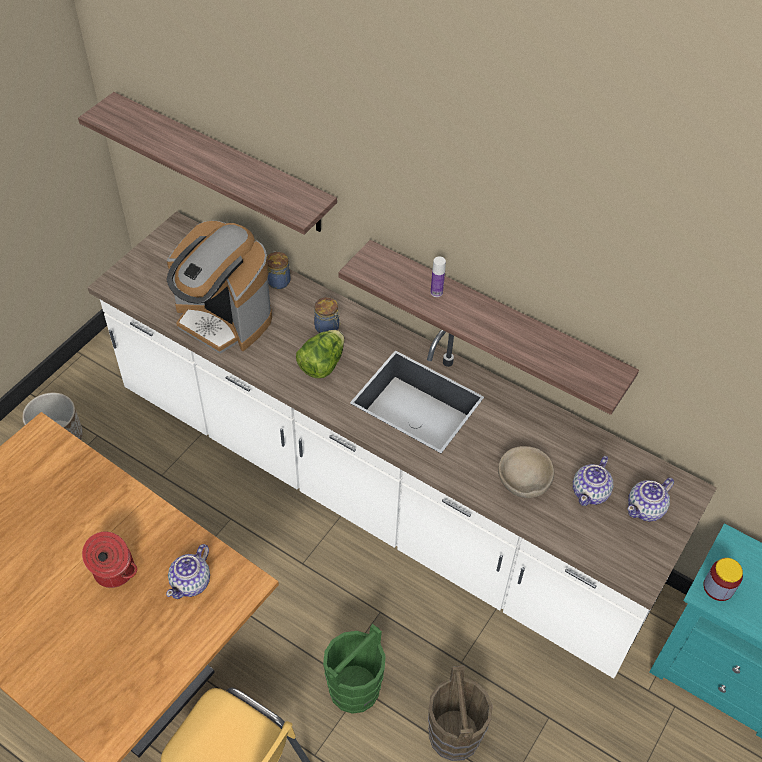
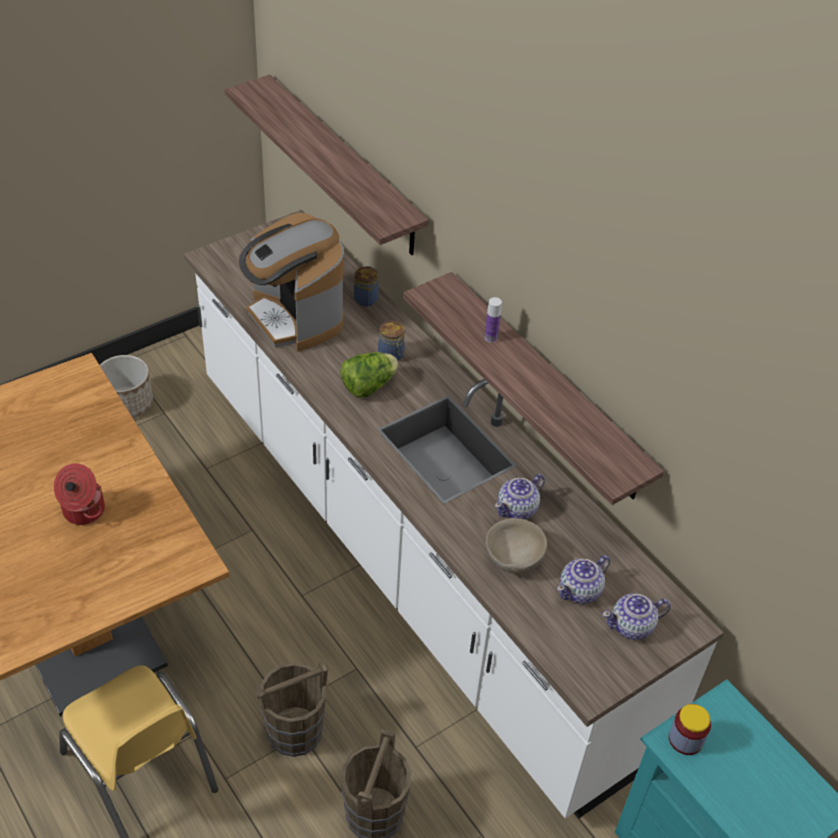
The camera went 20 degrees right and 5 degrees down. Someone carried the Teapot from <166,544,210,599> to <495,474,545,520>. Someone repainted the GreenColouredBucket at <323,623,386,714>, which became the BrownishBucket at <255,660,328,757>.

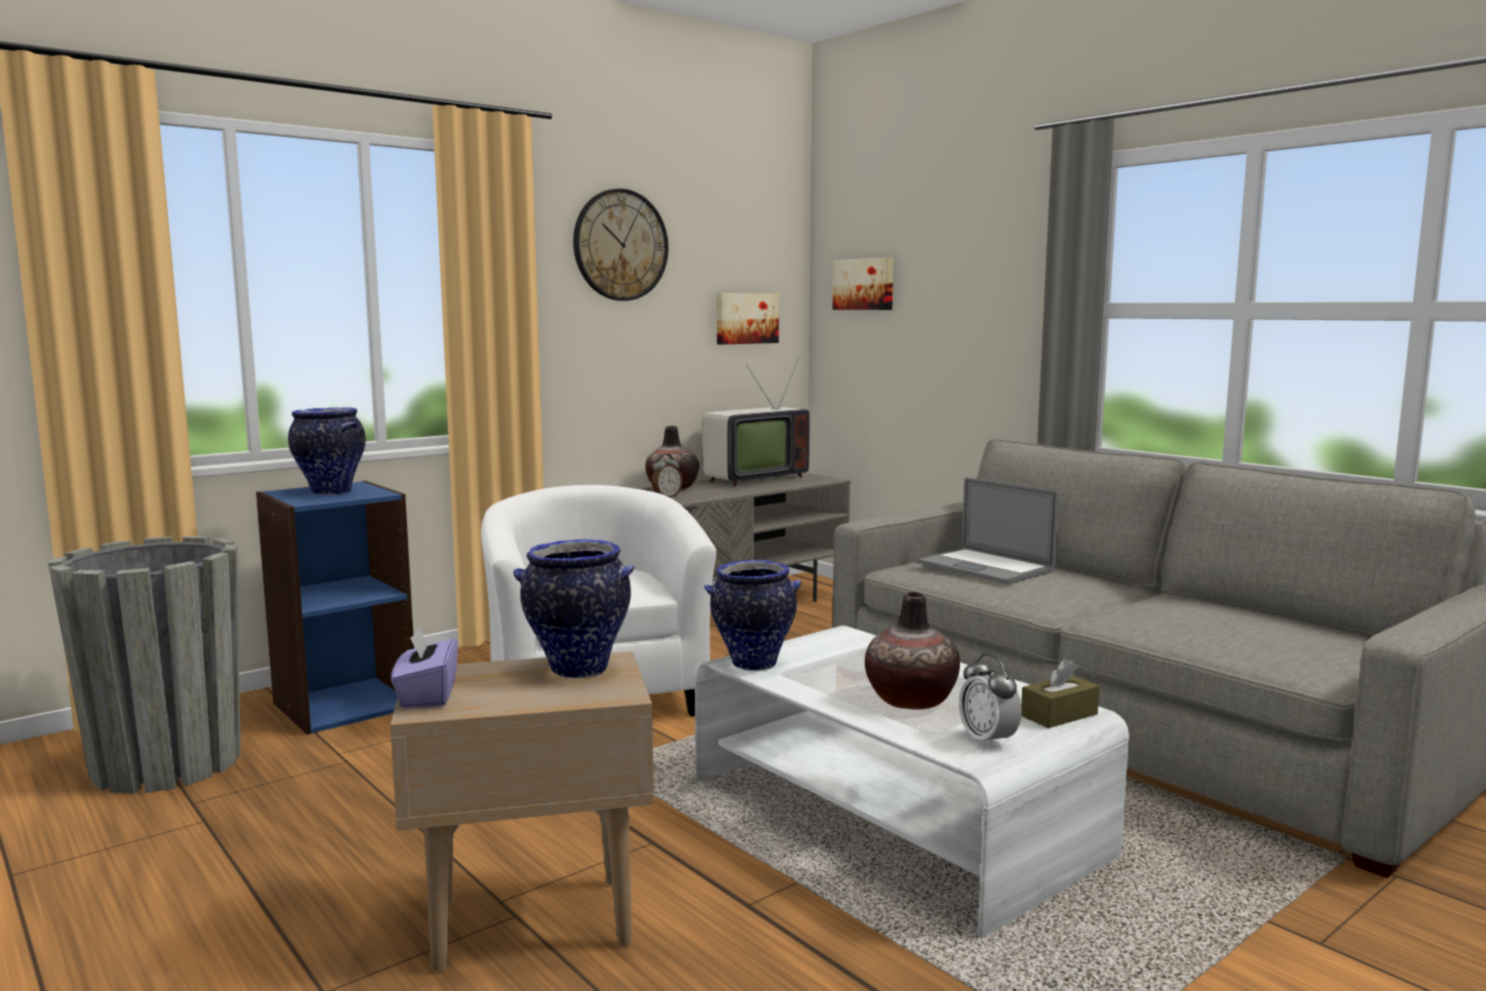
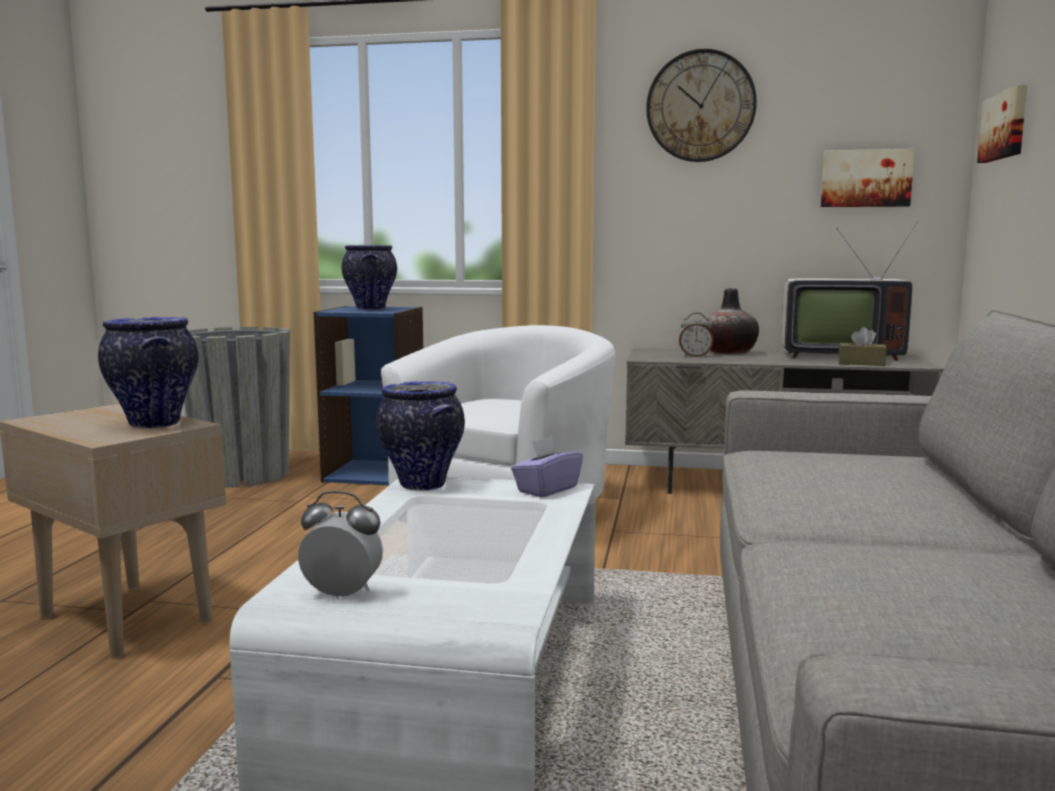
The camera went 50 degrees right and 0 degrees up. Someone carried the PurplishTissueHolder from <391,627,458,708> to <511,437,583,498>. Someone took away the FlowerVase at <865,592,960,710>. Someone took away the PortableComputer at <915,477,1059,584>. Someone rotated the TableClock at <959,653,1022,749> by 75 degrees clockwise. Someone carried the BrownishTissueHolder from <1021,658,1099,728> to <839,327,887,366>.

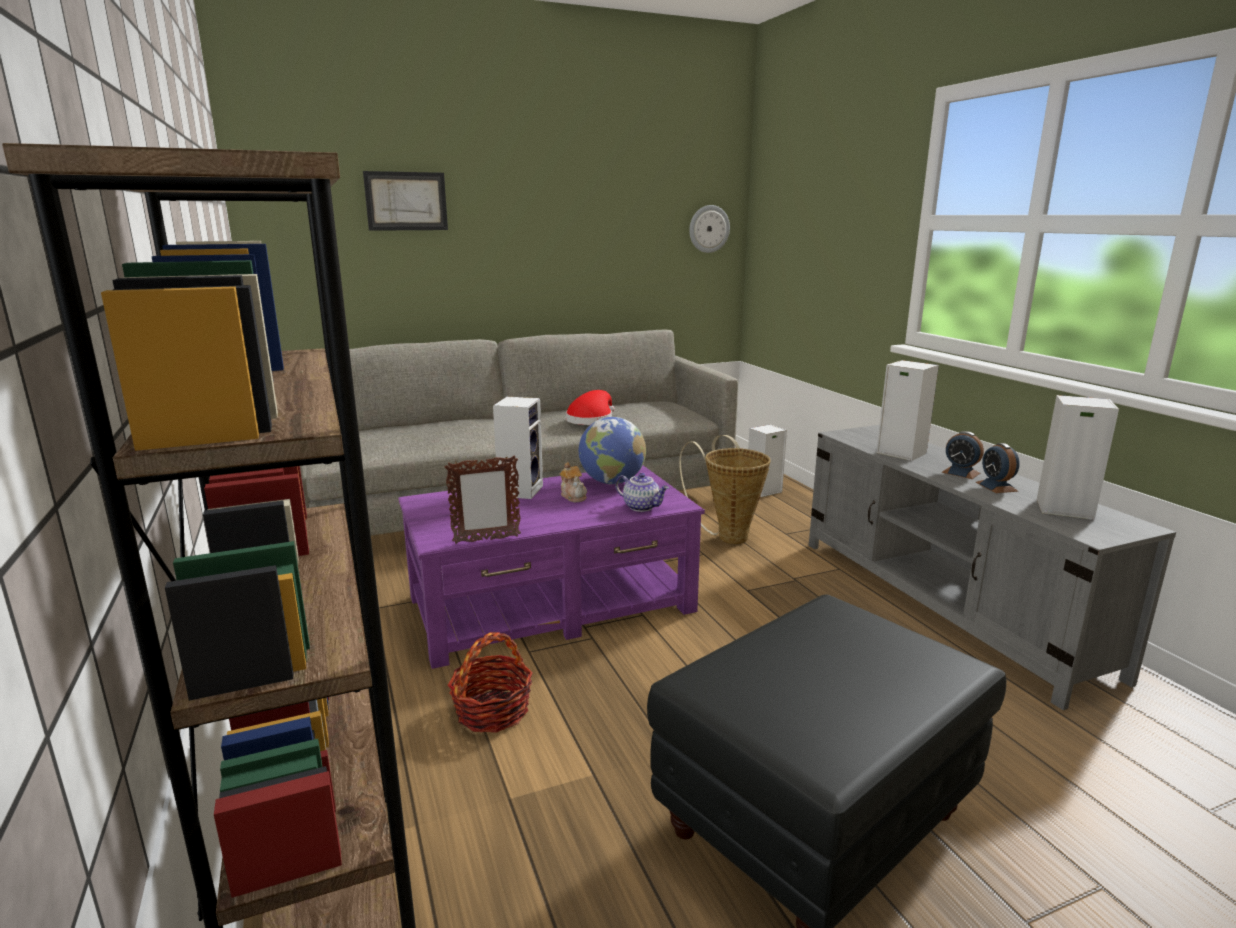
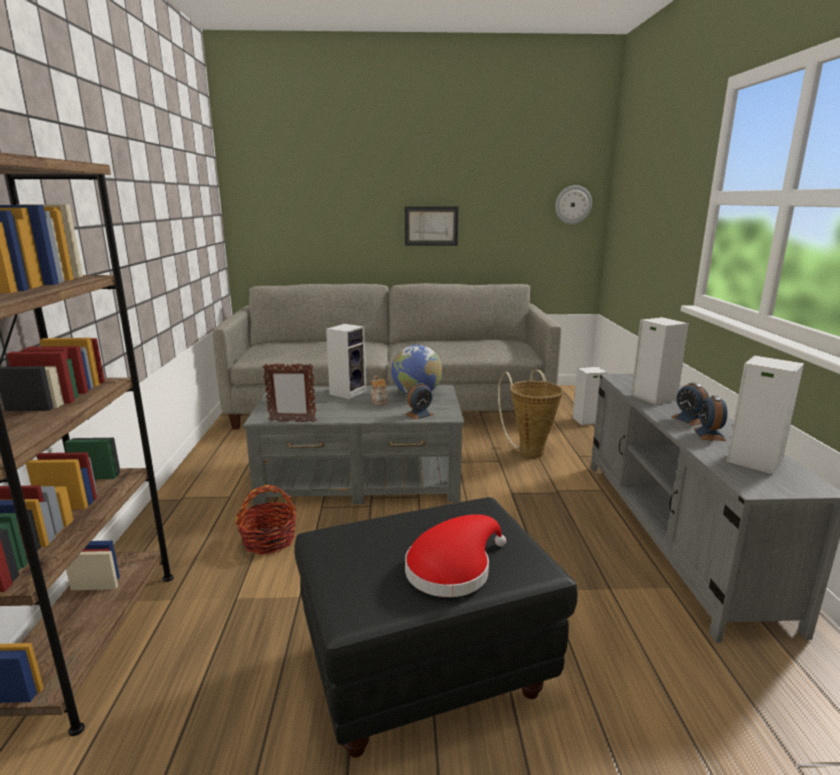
The camera went 20 degrees right and 0 degrees up. Someone carried the Picture from <363,171,448,231> to <405,206,458,246>. Someone repainted the PurplishLowTable at <398,466,705,669>, which became the GrayLowTable at <243,385,465,506>. Someone carried the RedClothingHat from <566,390,615,425> to <405,514,506,597>. Someone swapped the Teapot at <615,473,669,512> for the TableClock at <406,383,434,420>.

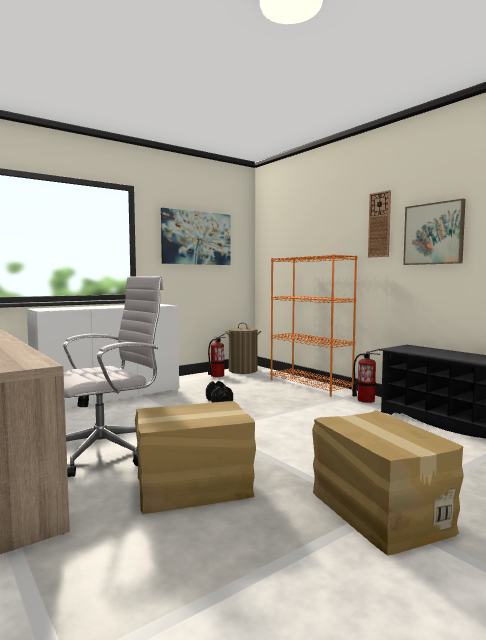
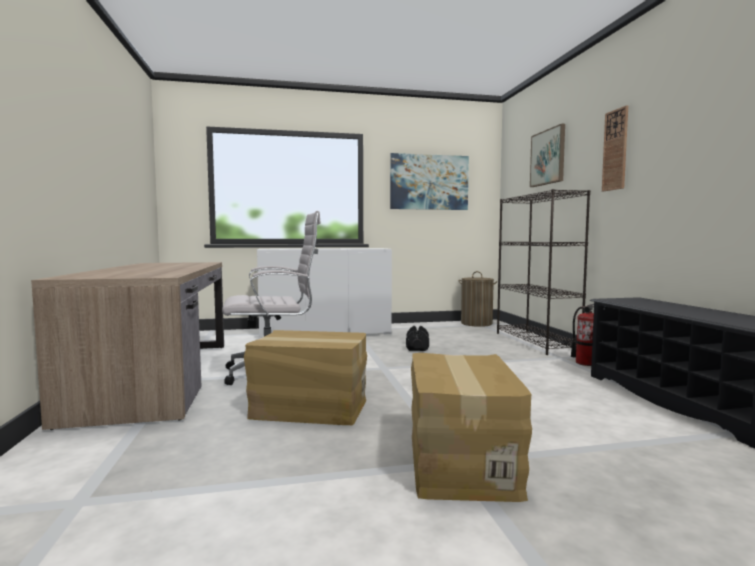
The camera went 25 degrees right and 0 degrees up. Someone took away the Extinguisher at <208,333,226,377>. Someone repainted the OrangeyShelvingUnit at <270,254,357,397>, which became the BlackColouredShelvingUnit at <497,189,590,355>. Someone carried the Picture from <403,199,466,265> to <530,124,565,187>.

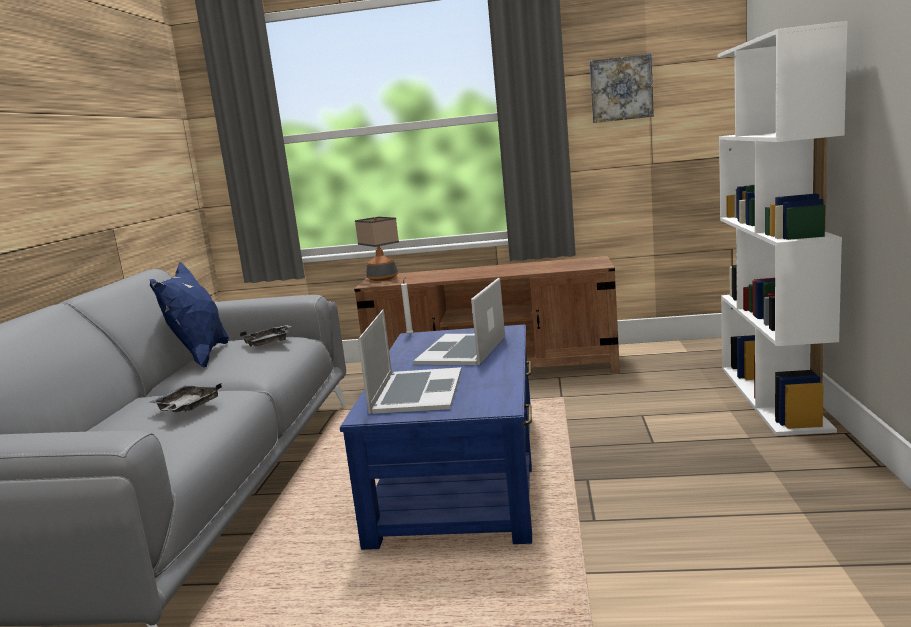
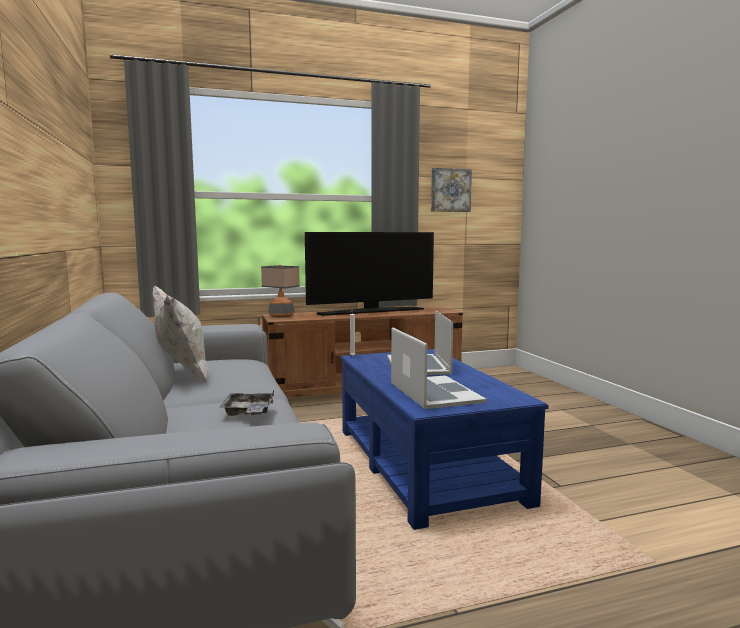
The camera went 25 degrees left and 5 degrees down. Someone repainted the BluishPillow at <150,262,229,368>, which became the WhitePillow at <153,286,208,382>. Someone took away the GrayCarryingTray at <240,325,291,346>. Someone took away the WhiteShelvingUnit at <718,21,848,436>. Someone put down the Tv at <305,232,434,316>.

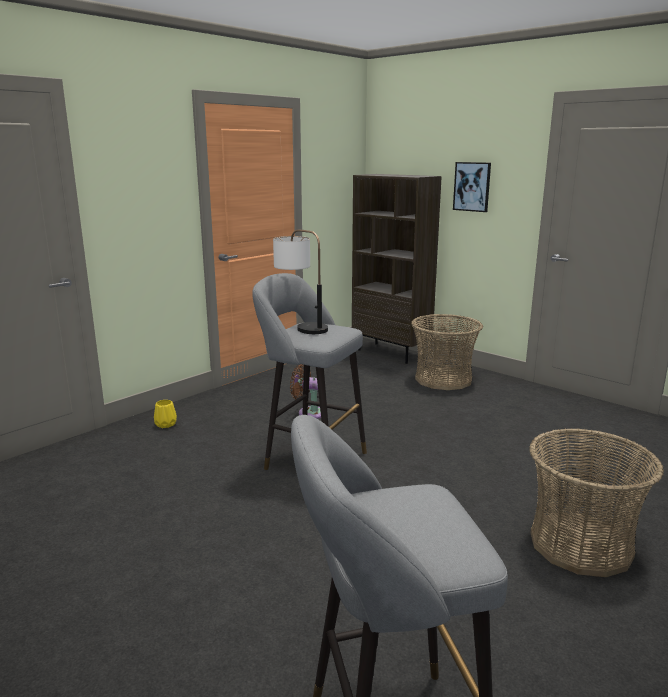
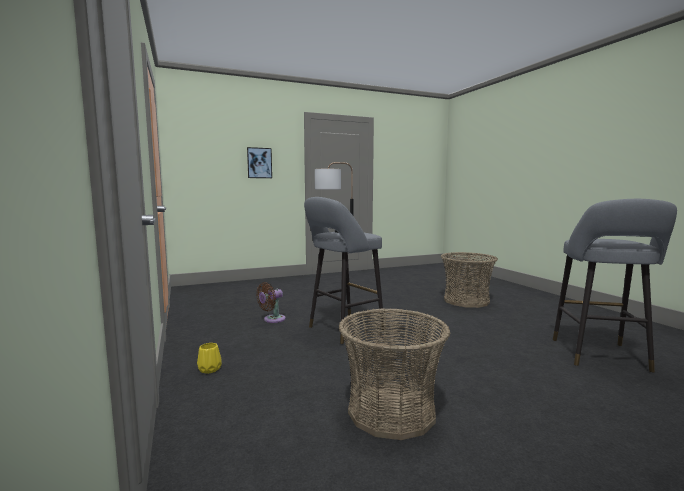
The camera went 65 degrees left and 10 degrees down. Someone took away the BrownishShelvingUnit at <352,174,442,364>. Someone carried the Basket from <411,314,483,390> to <339,308,450,440>.

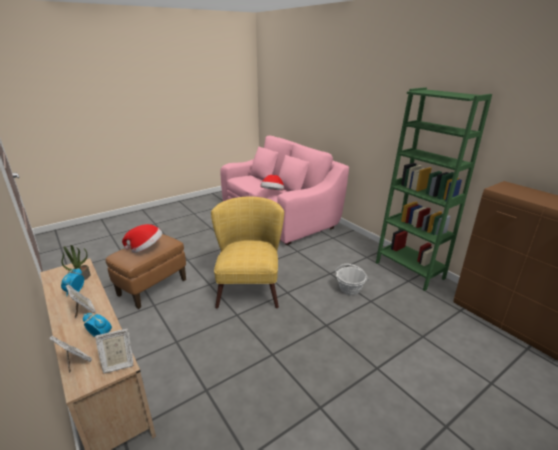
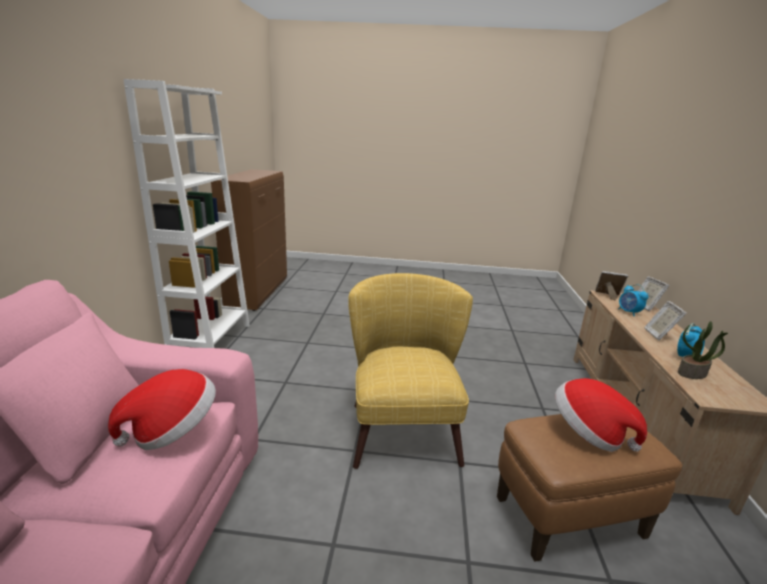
The camera went 140 degrees left and 5 degrees down. Someone rotated the YellowishEasyChair at <211,196,284,308> by 135 degrees clockwise. Someone took away the Basket at <335,264,369,295>. Someone repainted the GreenColouredShelvingUnit at <376,87,492,291>, which became the WhiteShelvingUnit at <123,79,250,348>.

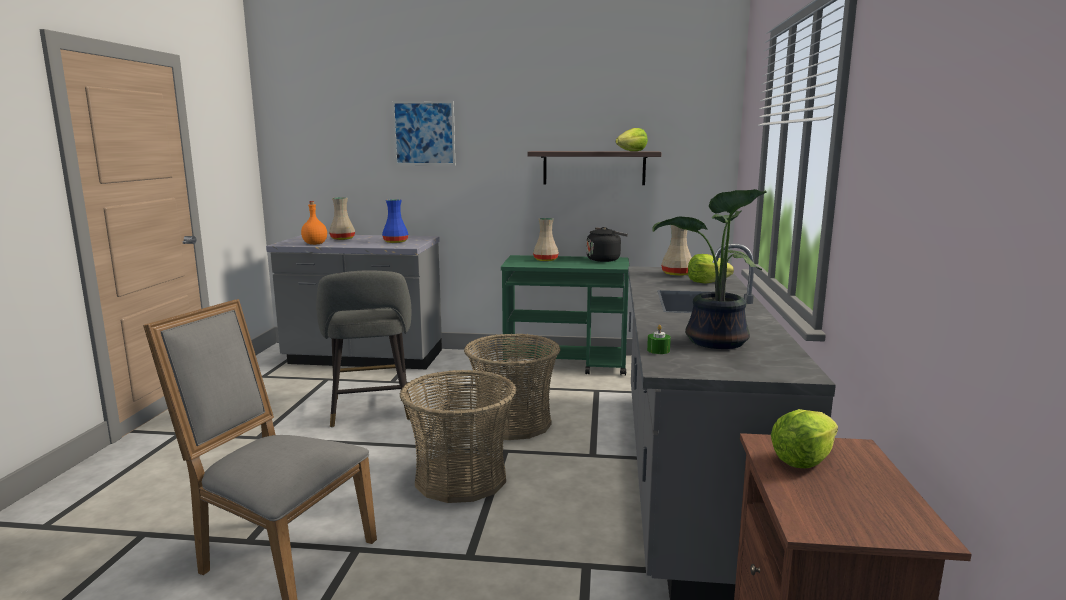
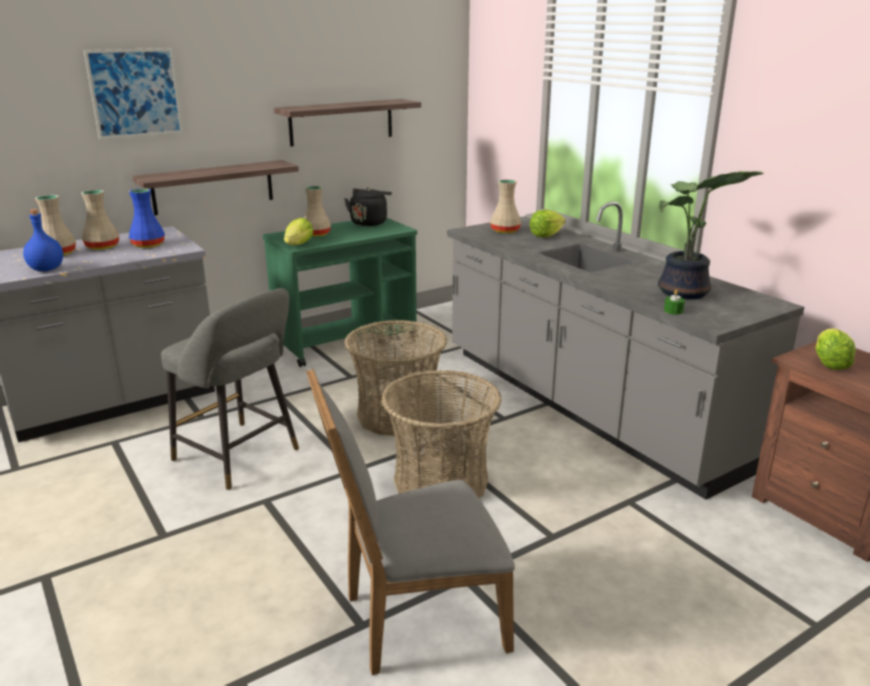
The camera went 40 degrees left and 10 degrees up. Someone repainted the OrangeyDrinkBottle at <301,201,327,245>, which became the BluishDrinkBottle at <23,209,63,271>. Someone carried the HeadOfLettuce from <616,128,648,151> to <284,218,314,245>. Someone put down the BeigeColouredFlowerVase at <81,190,119,250>. Someone put up the WallShelf at <132,160,299,215>.

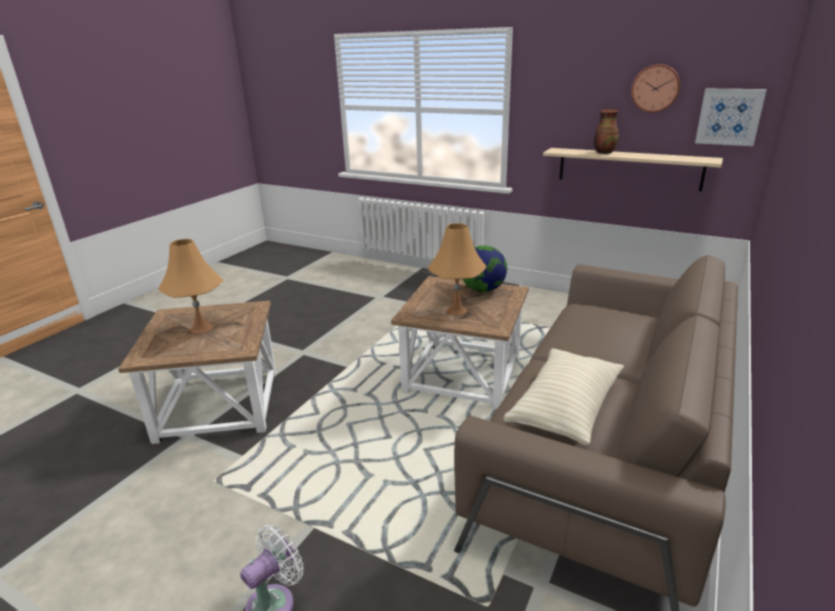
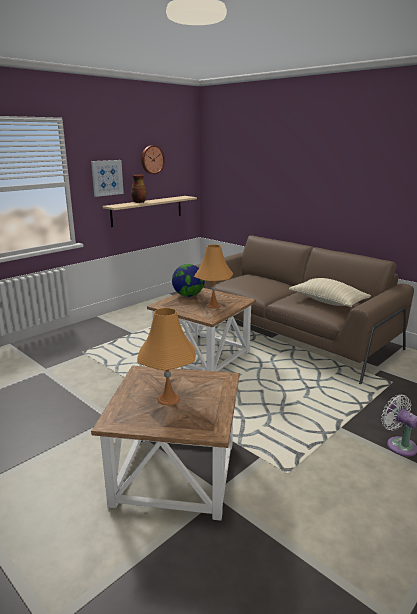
The camera went 75 degrees left and 5 degrees down. Someone carried the Picture from <695,89,767,146> to <91,160,124,197>.

